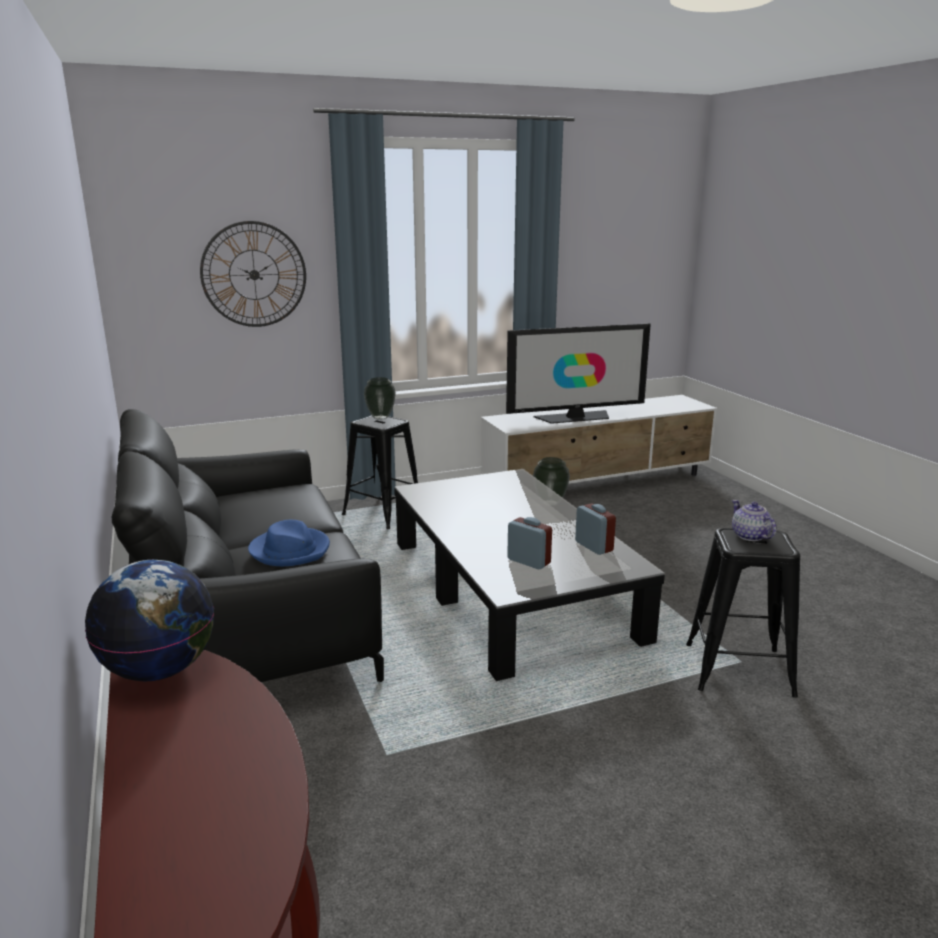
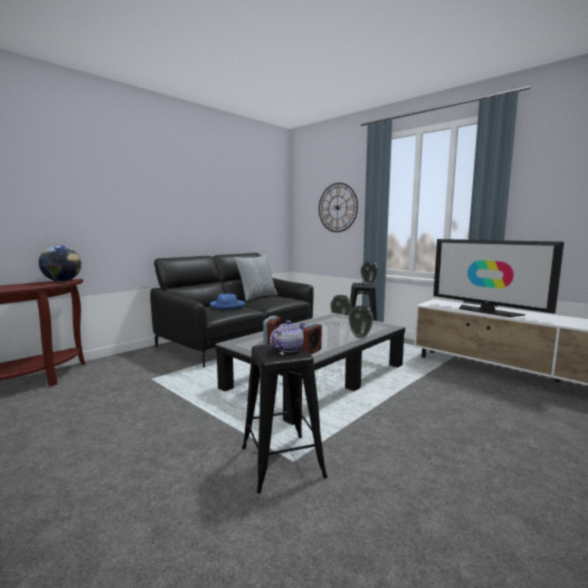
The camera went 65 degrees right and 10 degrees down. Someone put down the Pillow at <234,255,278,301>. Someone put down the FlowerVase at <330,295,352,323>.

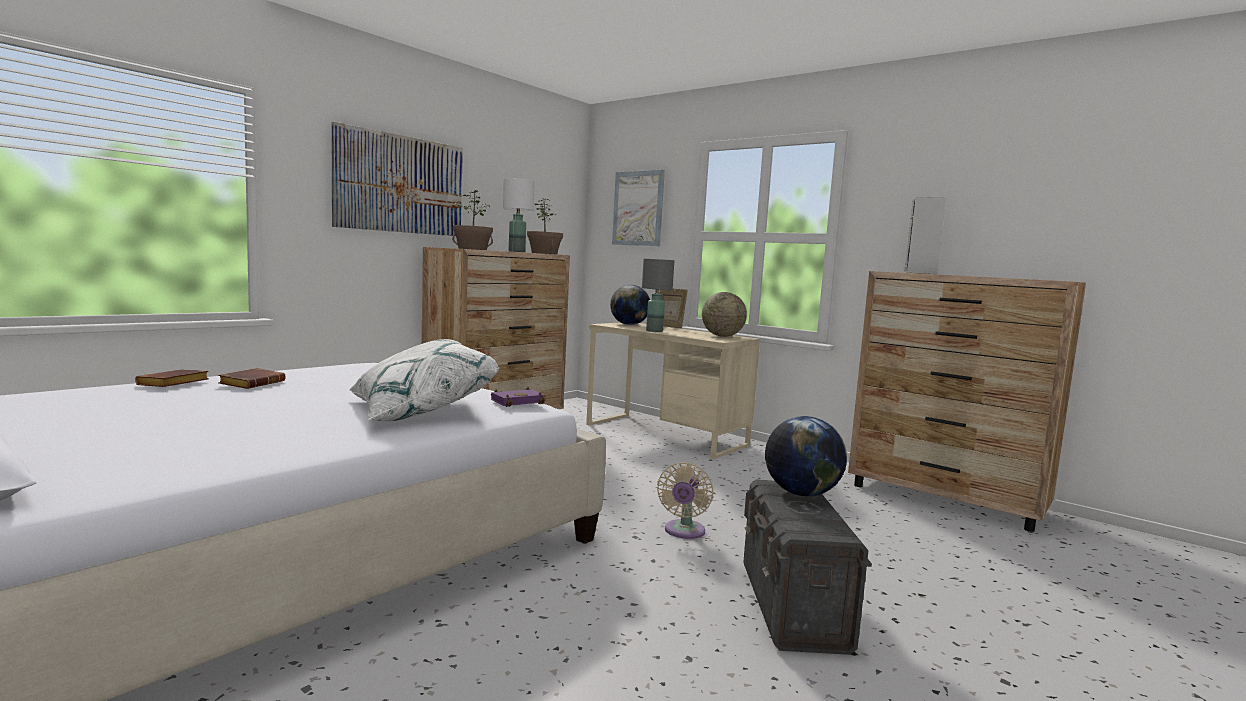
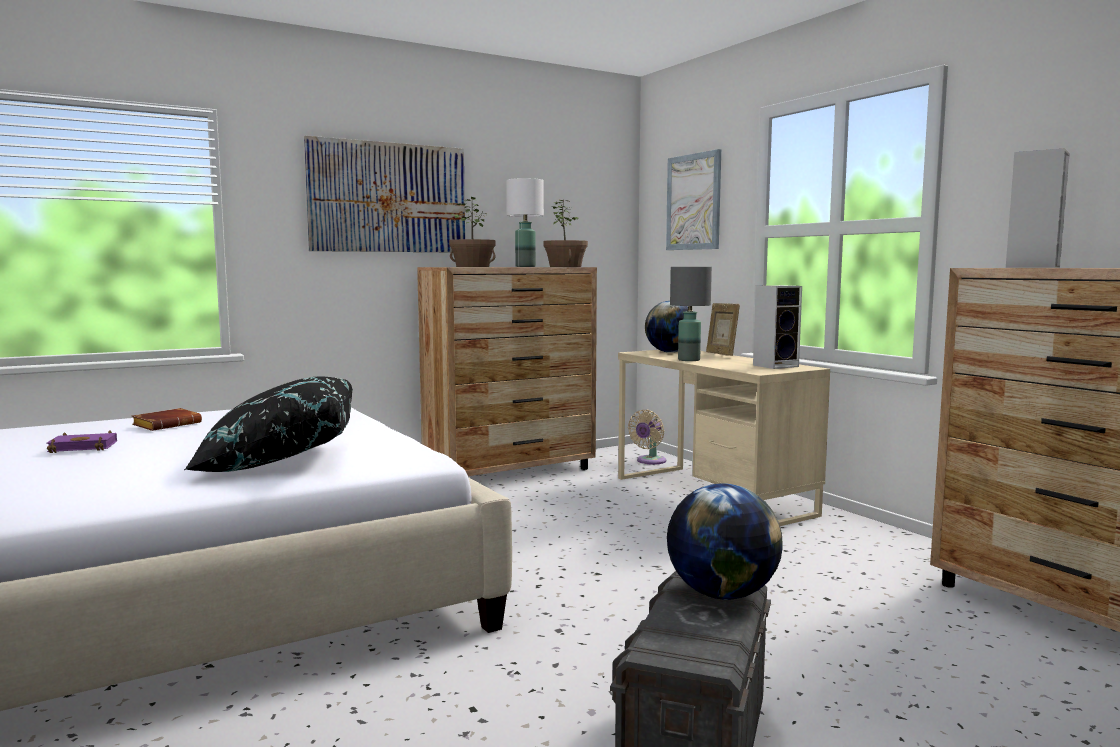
The camera went 20 degrees right and 0 degrees up. Someone took away the BrownishBoundBook at <135,369,209,387>. Someone repainted the WhitePillow at <349,339,499,421>, which became the BlackColouredPillow at <184,376,353,472>. Someone carried the PurplishBoundBook from <491,387,546,407> to <46,430,117,453>. Someone carried the BeigeColouredElectricFan from <657,462,713,539> to <628,410,666,465>. Someone swapped the DeskGlobe at <702,292,747,337> for the Loudspeaker at <753,285,802,369>.

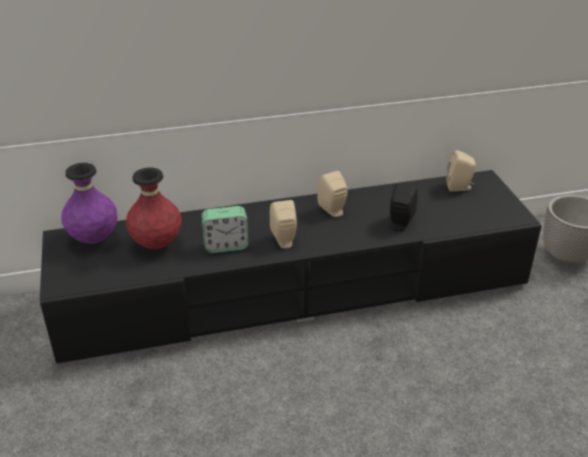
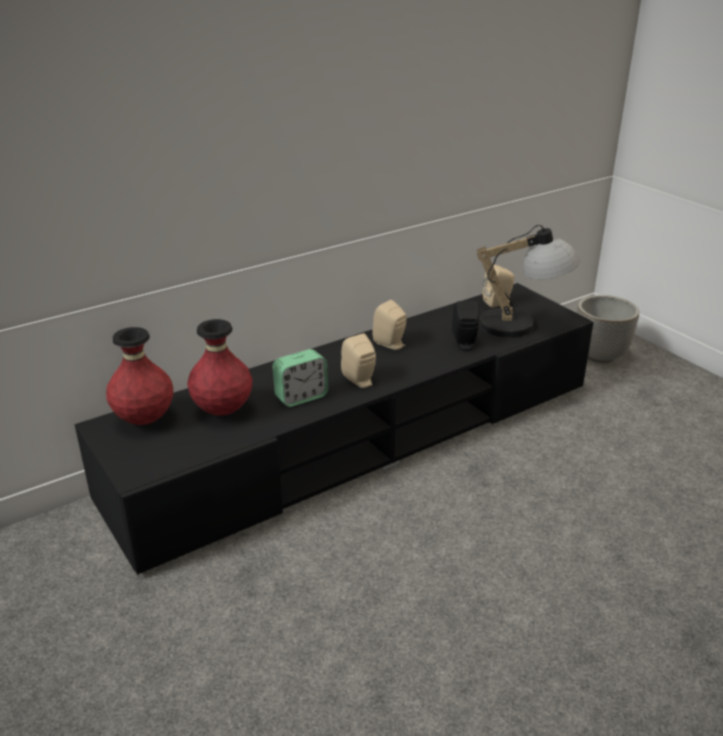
The camera went 20 degrees left and 5 degrees down. Someone repainted the PurplishFlowerVase at <61,163,118,244>, which became the RedFlowerVase at <106,327,173,425>. Someone put down the TableLamp at <477,225,580,338>.

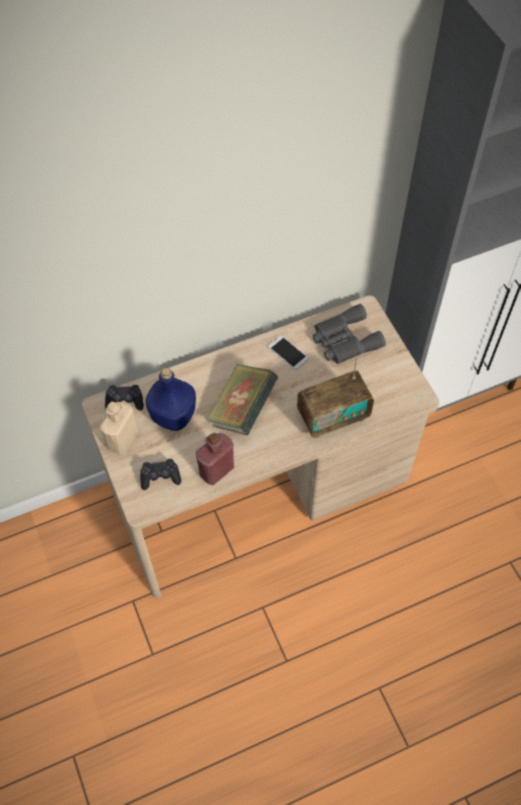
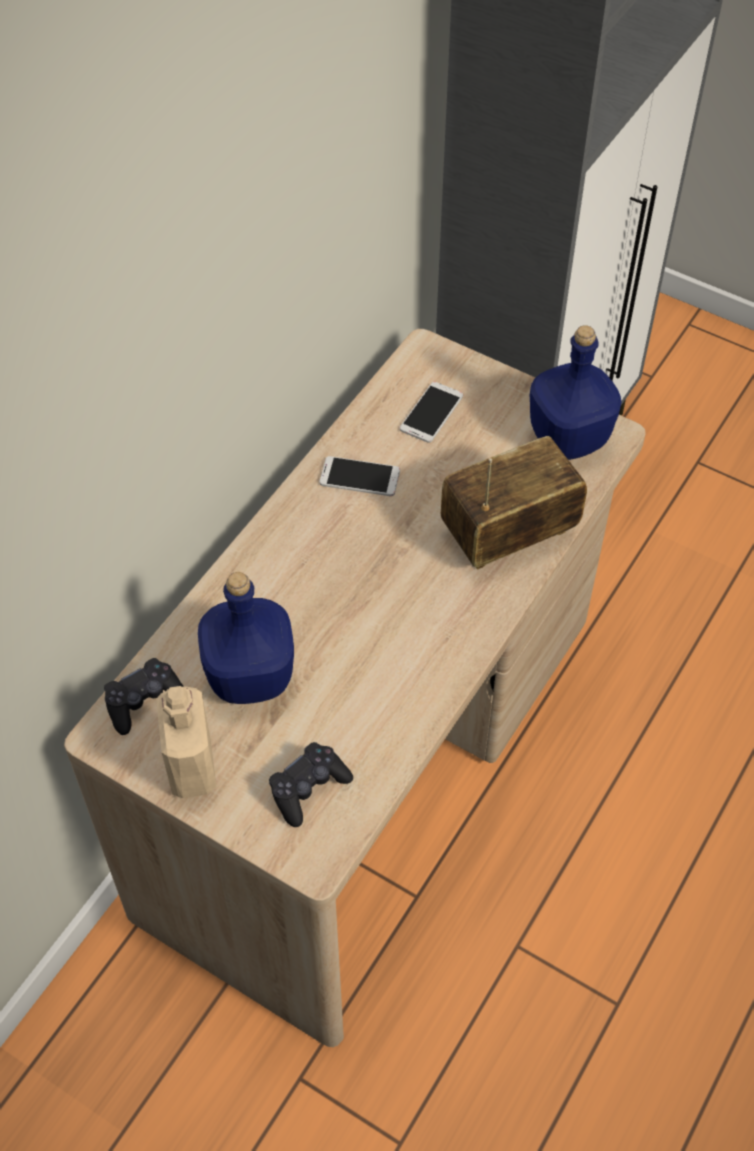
The camera went 35 degrees left and 5 degrees down. Someone took away the RedDrinkBottle at <196,433,234,485>. Someone took away the BoundBook at <206,364,278,435>. Someone rotated the RadioSet at <297,356,374,438> by 150 degrees counterclockwise. Someone swapped the GrayFieldGlasses at <313,304,386,364> for the Handset at <400,382,463,443>. Someone put down the BluishDrinkBottle at <530,325,621,460>.

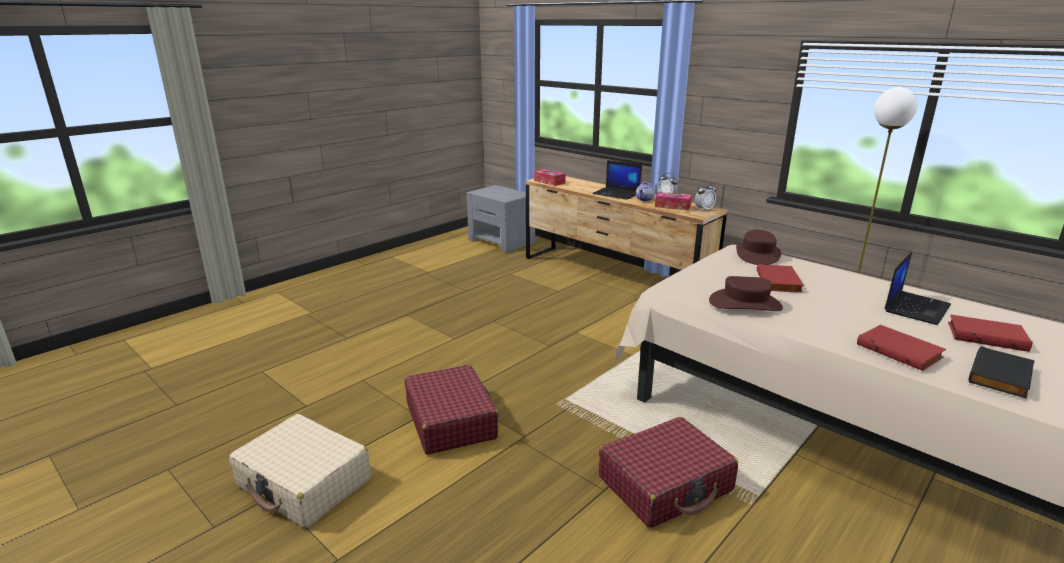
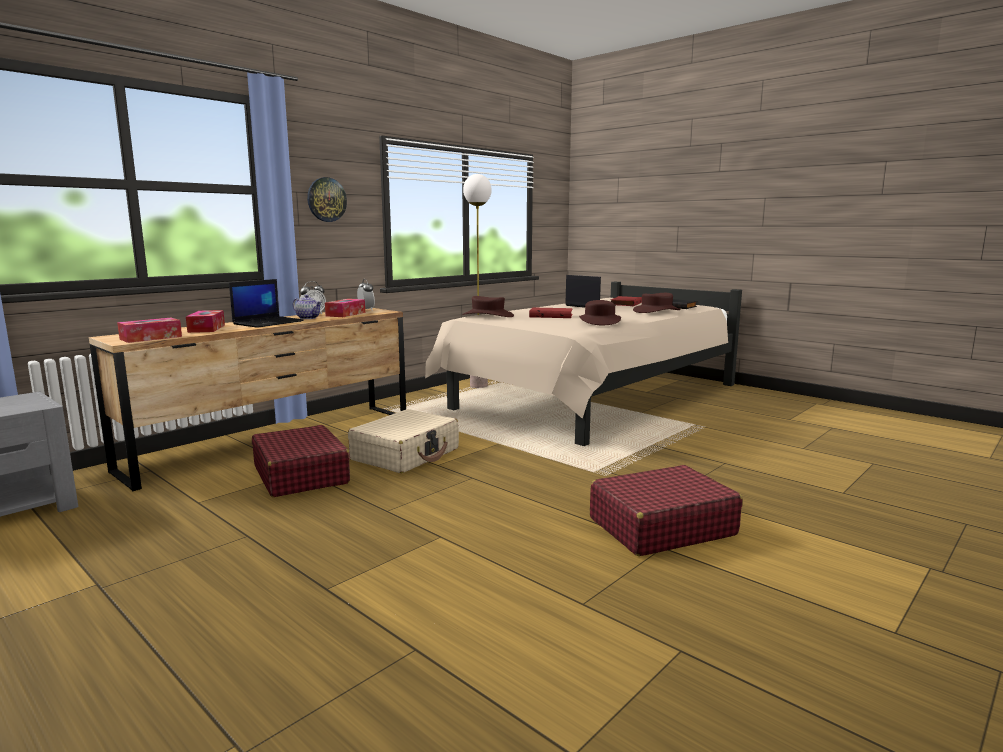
The camera went 90 degrees left and 10 degrees down. Someone carried the BeigeColouredPieceOfLuggage from <229,414,371,528> to <348,409,459,473>. Someone carried the RedPieceOfLuggage from <599,417,738,528> to <252,425,350,497>. Someone swapped the RedBoundBook at <857,325,946,371> for the BrownishClothingHat at <633,293,681,313>. Someone put down the TissueHolder at <186,310,225,333>. Someone put up the HangingClock at <307,177,347,222>.

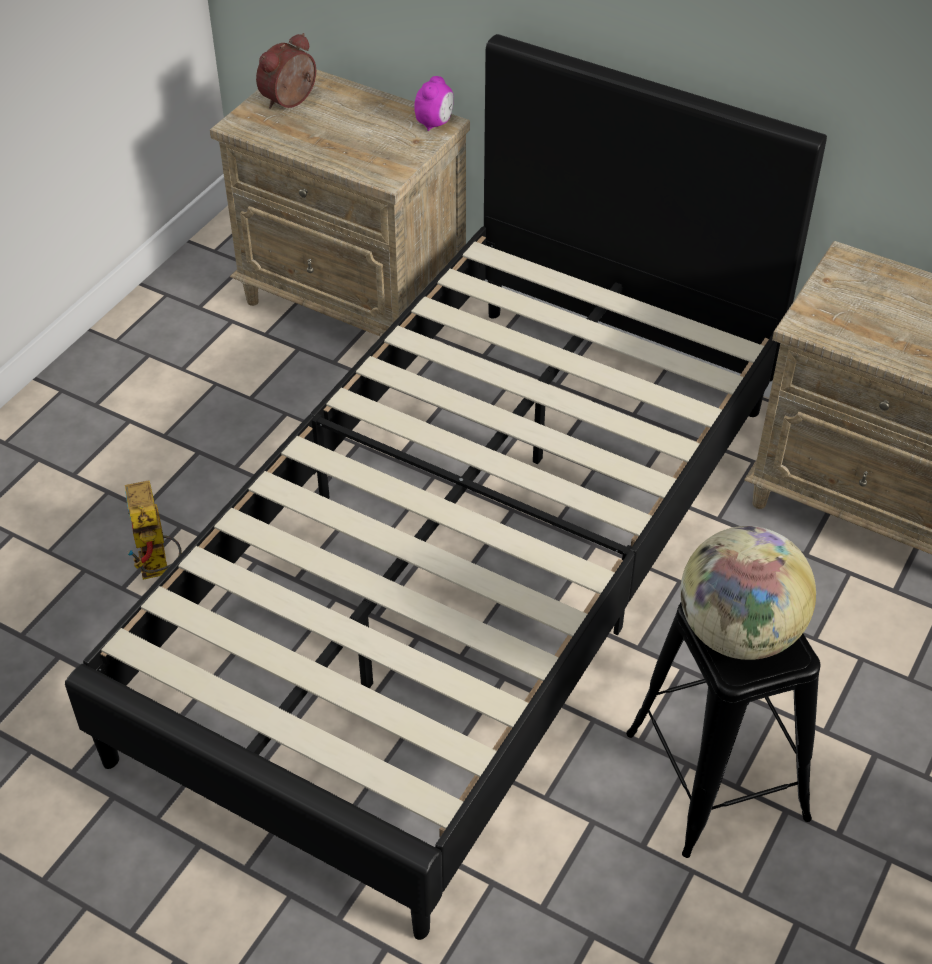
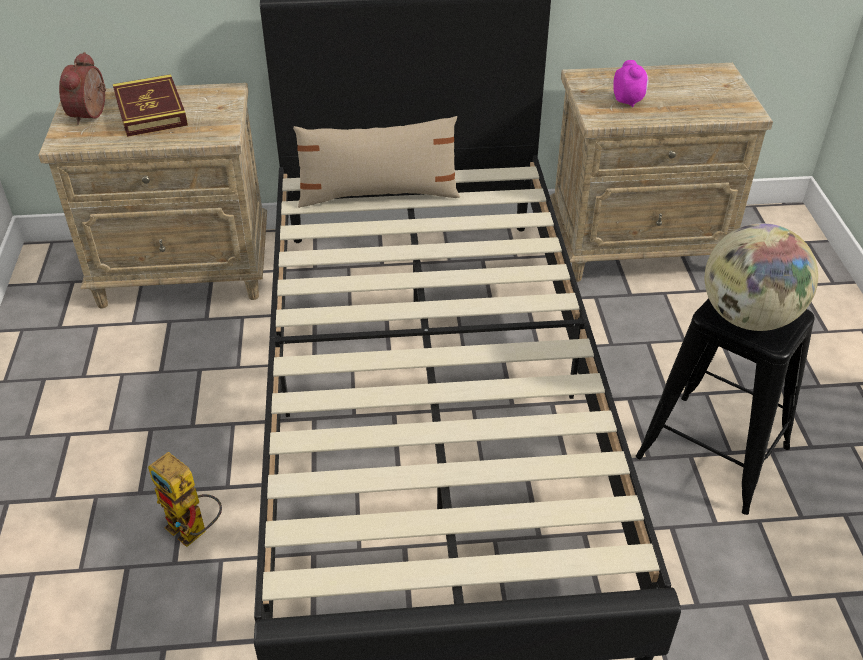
The camera went 35 degrees left and 5 degrees down. Someone carried the TableClock from <414,76,453,131> to <613,60,648,107>. Someone put down the BoundBook at <113,74,188,137>. Someone put down the BeigeColouredPillow at <293,116,460,208>.

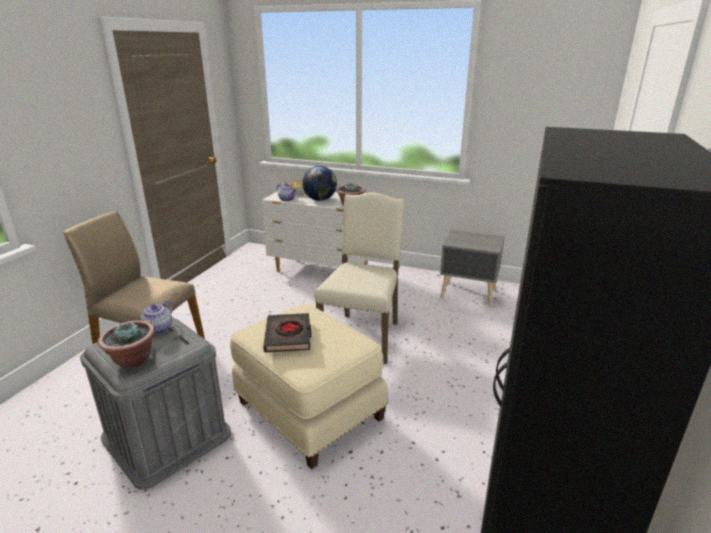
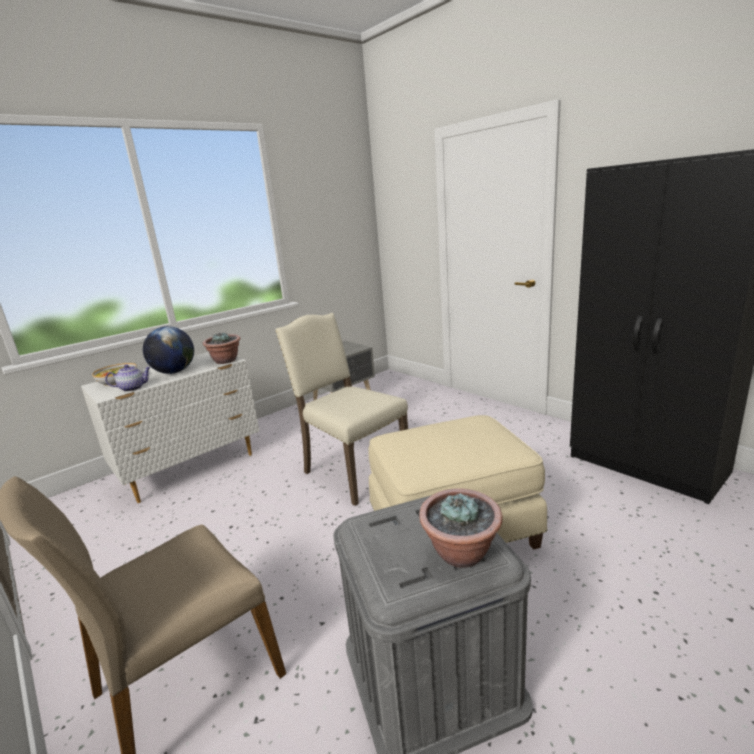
The camera went 60 degrees left and 5 degrees down. Someone took away the Teapot at <141,301,173,334>. Someone took away the BlackColouredBoundBook at <263,313,311,353>.

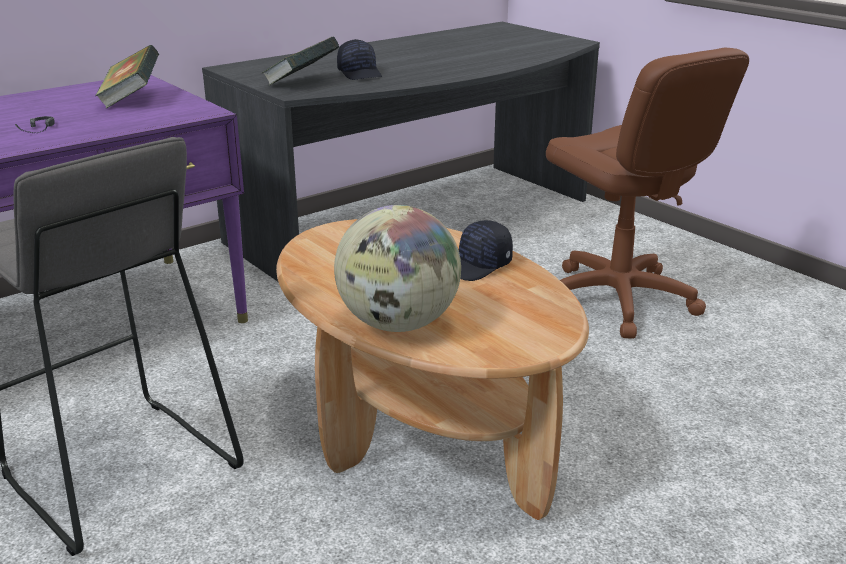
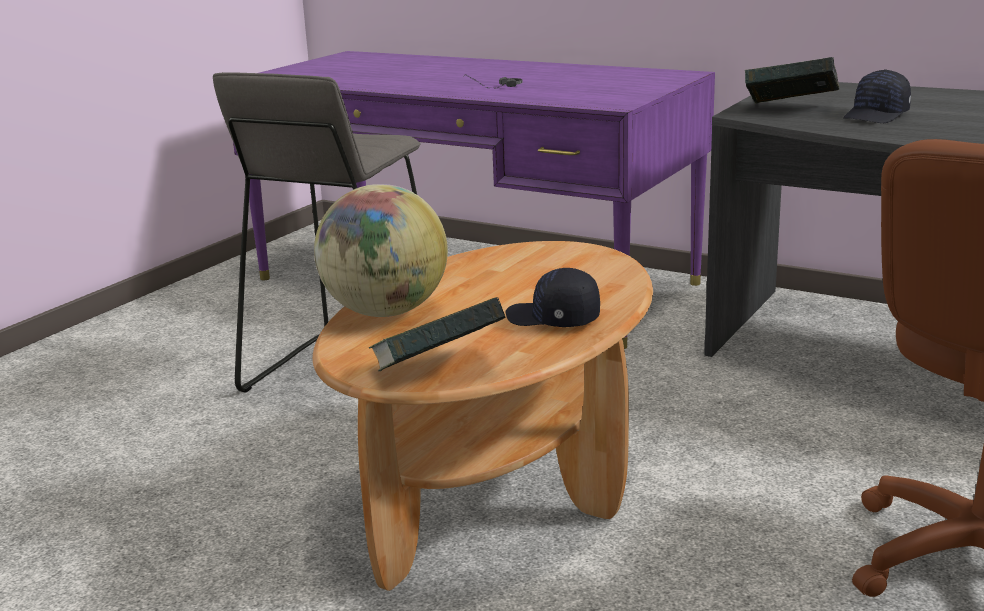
The camera went 70 degrees right and 5 degrees down. Someone carried the BoundBook from <95,45,159,109> to <369,297,505,372>.

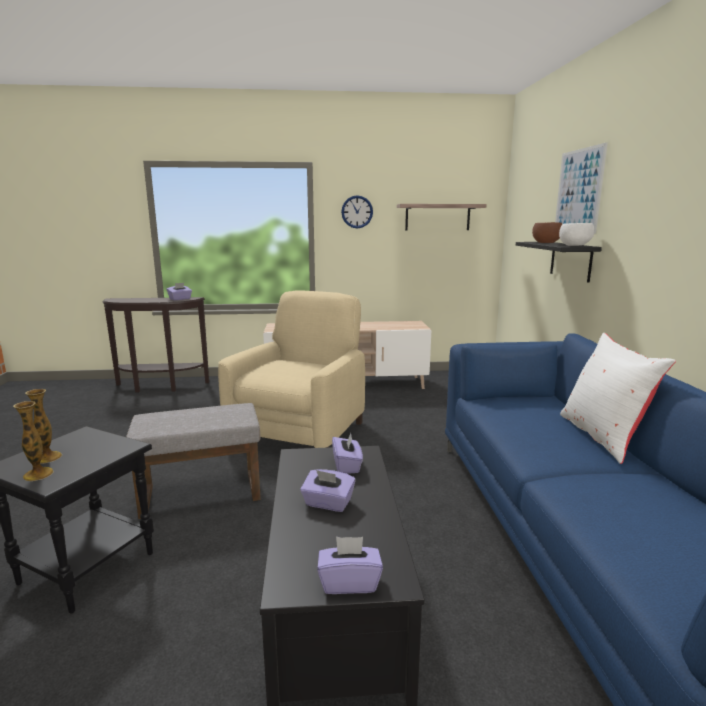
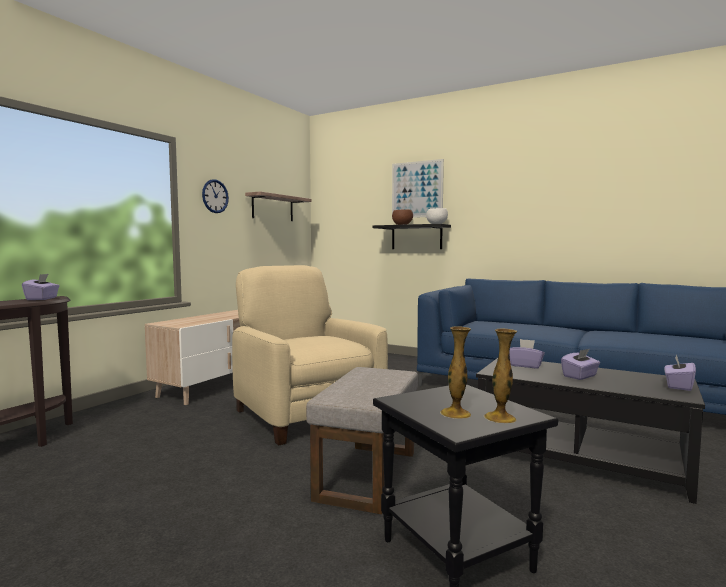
The camera went 55 degrees left and 10 degrees down. Someone took away the WhitePillow at <560,333,676,464>.

